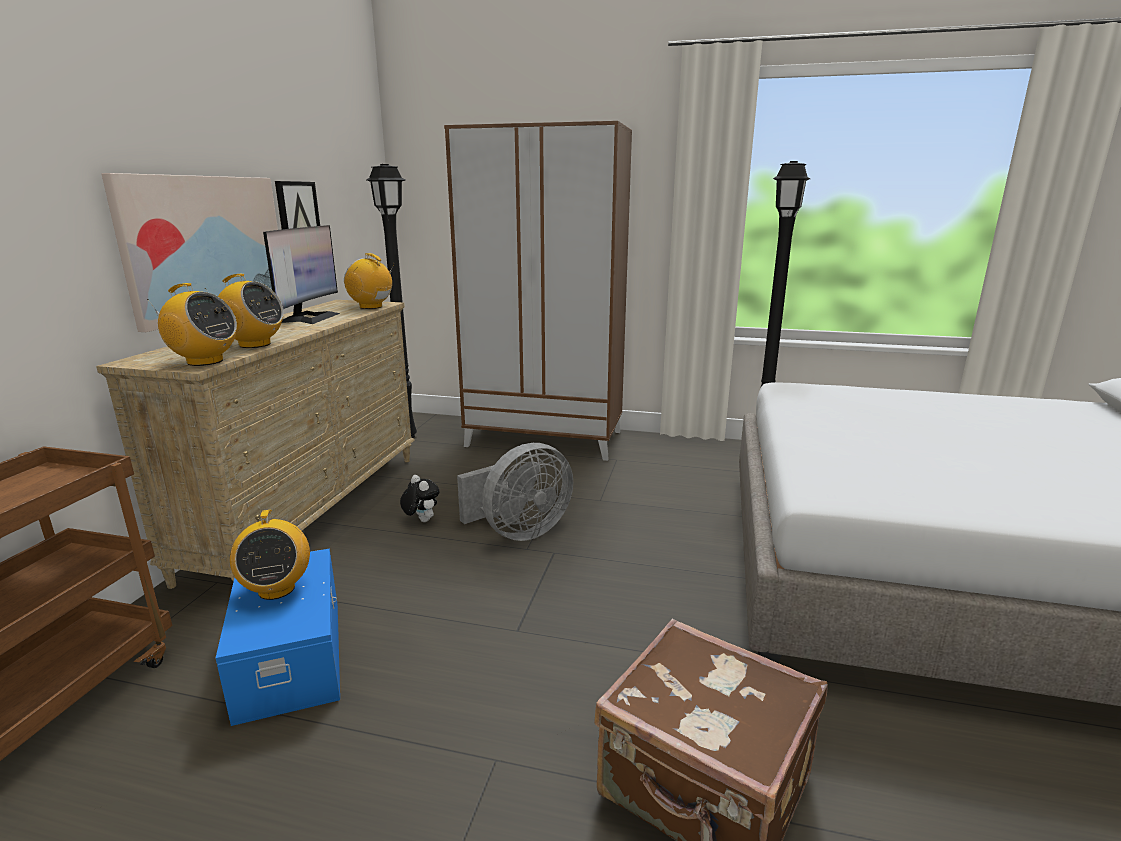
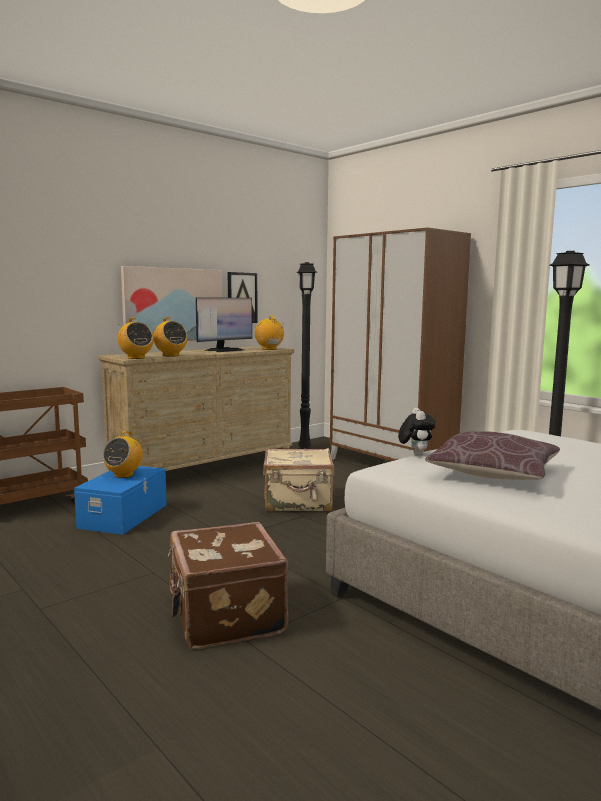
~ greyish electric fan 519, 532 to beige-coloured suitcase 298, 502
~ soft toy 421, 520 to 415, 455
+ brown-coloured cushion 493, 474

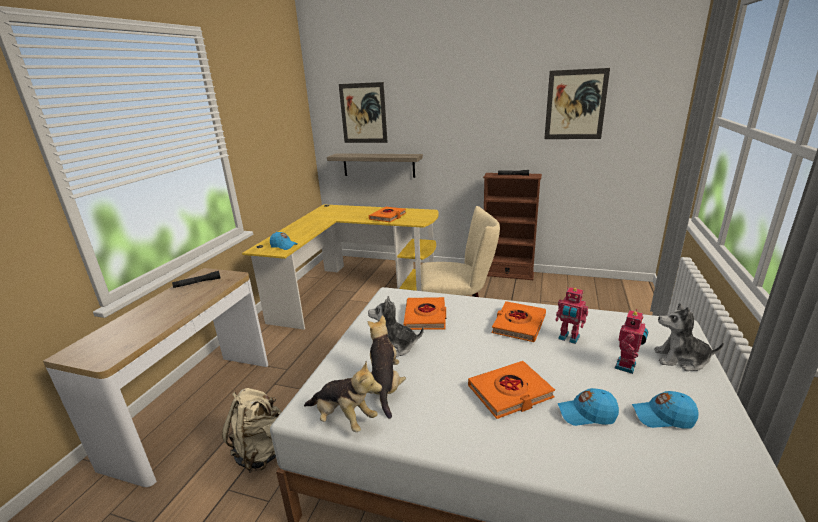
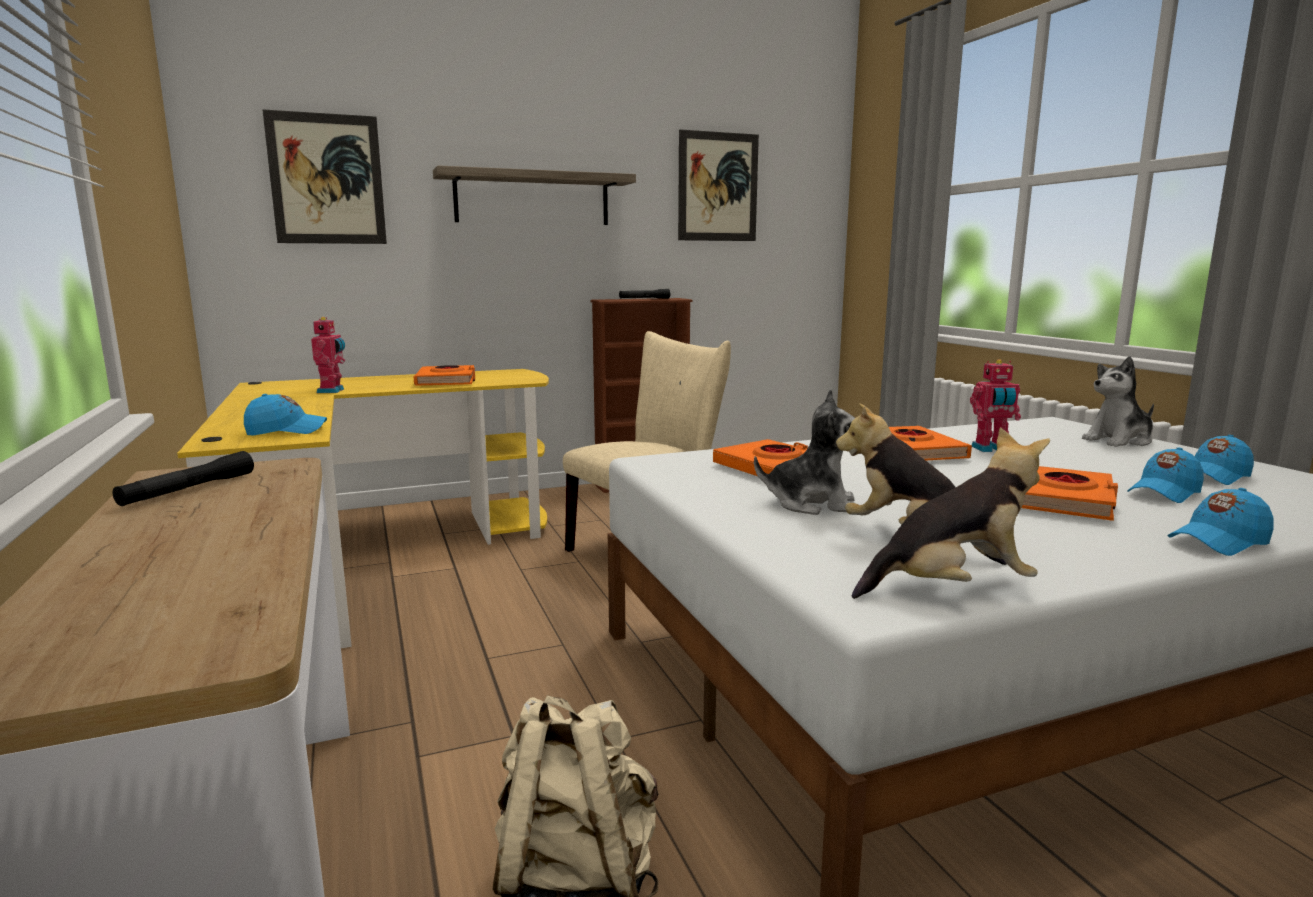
~ toy robot 627, 366 to 332, 391
~ bracket shelf 378, 165 to 532, 199
~ soft toy 395, 347 = 813, 504 135 degrees counterclockwise
+ blue peaked cap 1219, 542

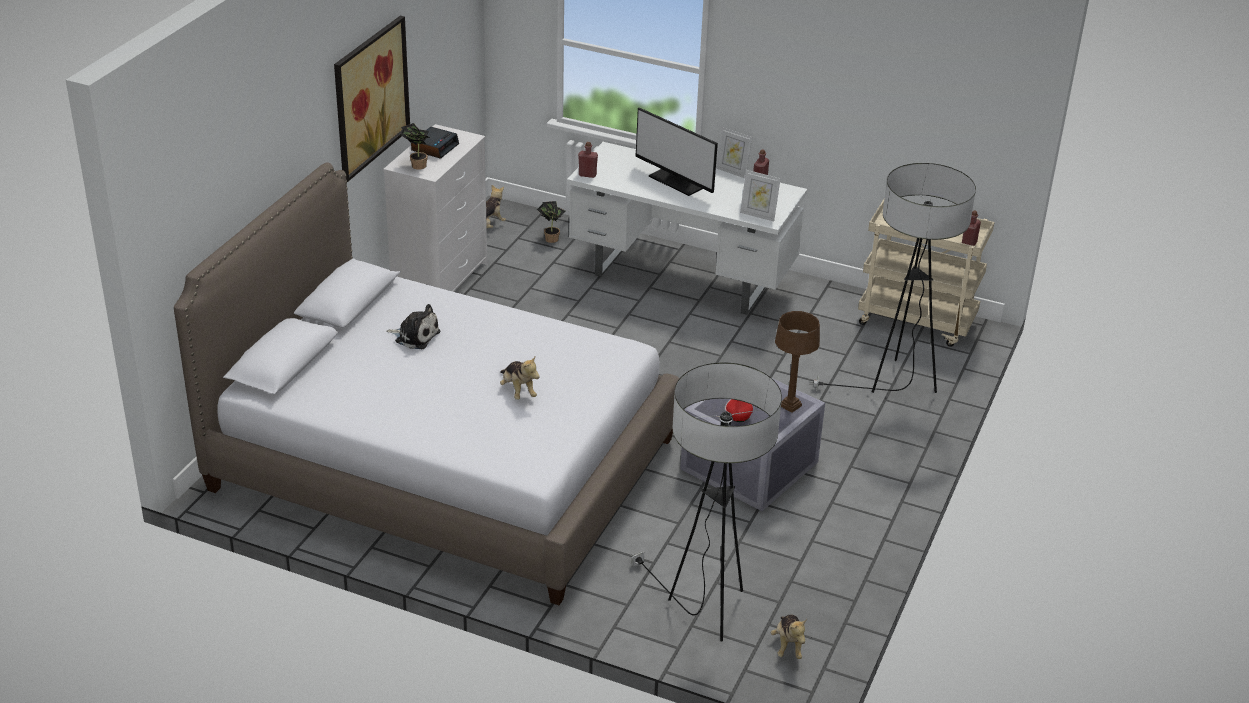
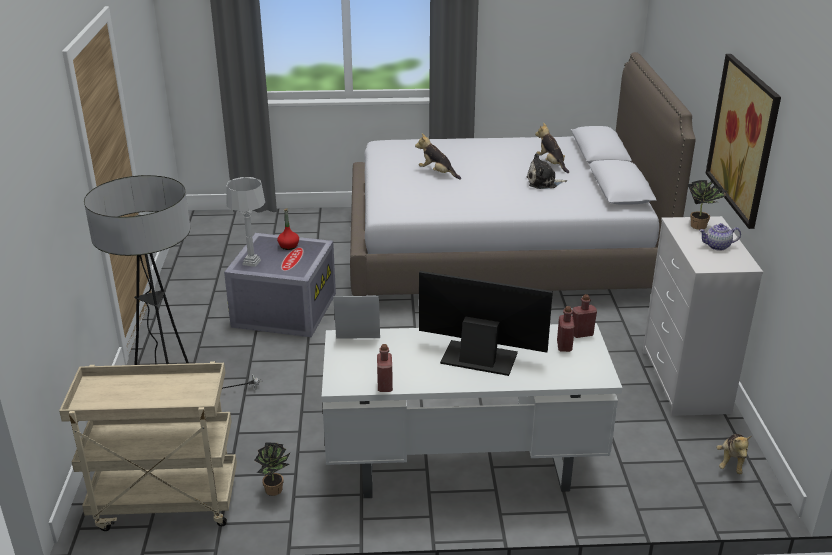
~ brown-coloured tabletop lamp 790, 406 to greyish tabletop lamp 251, 262
~ plant in a pot 550, 238 to 276, 490
~ soft toy 788, 645 to 551, 164
~ red drink bottle 969, 244 to 564, 346
~ bedside clock 435, 147 to teapot 717, 246
- floor lamp 706, 612
- standing frame 732, 171

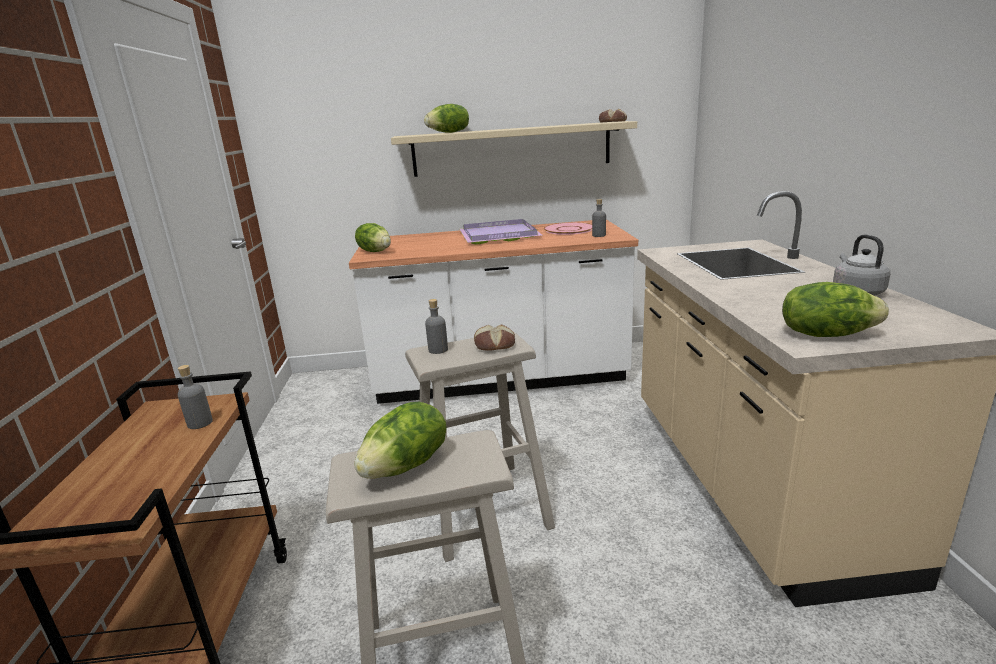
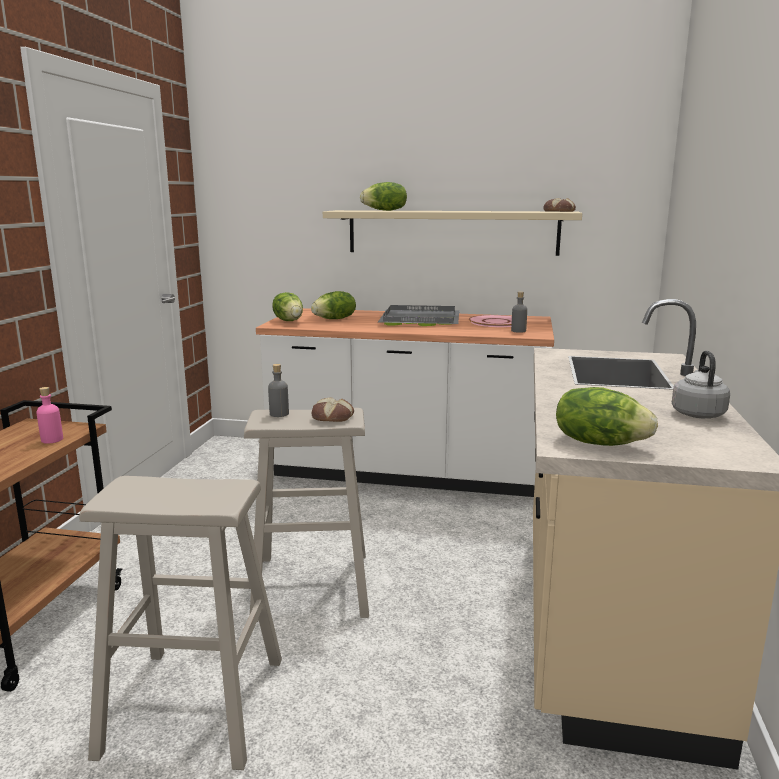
~ greyish drink bottle 200, 423 to pink-coloured drink bottle 52, 440
~ lettuce 407, 466 to 335, 319
~ purple-coloured carrying tray 500, 235 to greyish carrying tray 421, 319

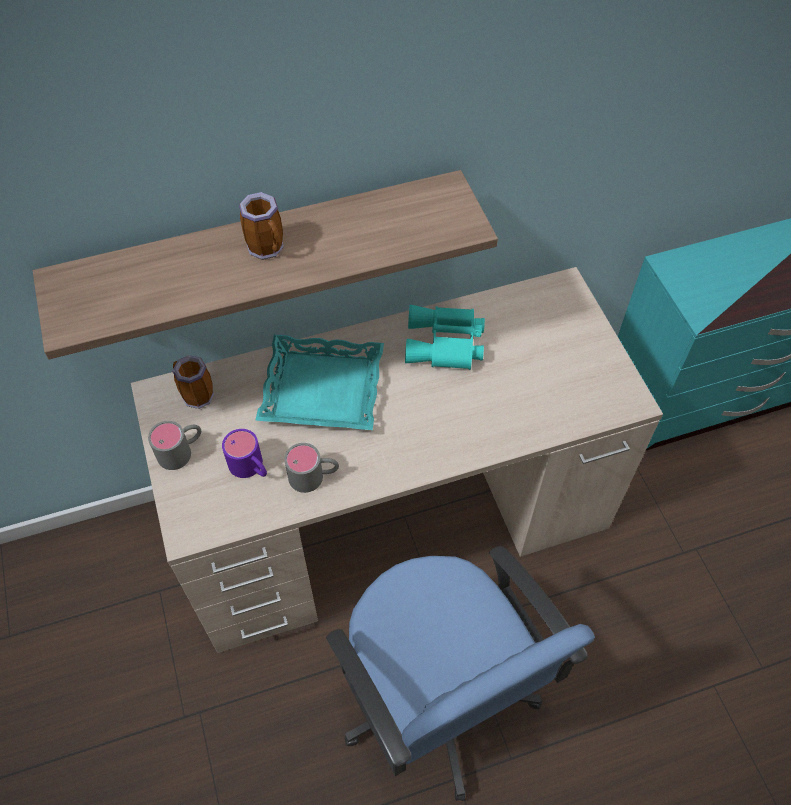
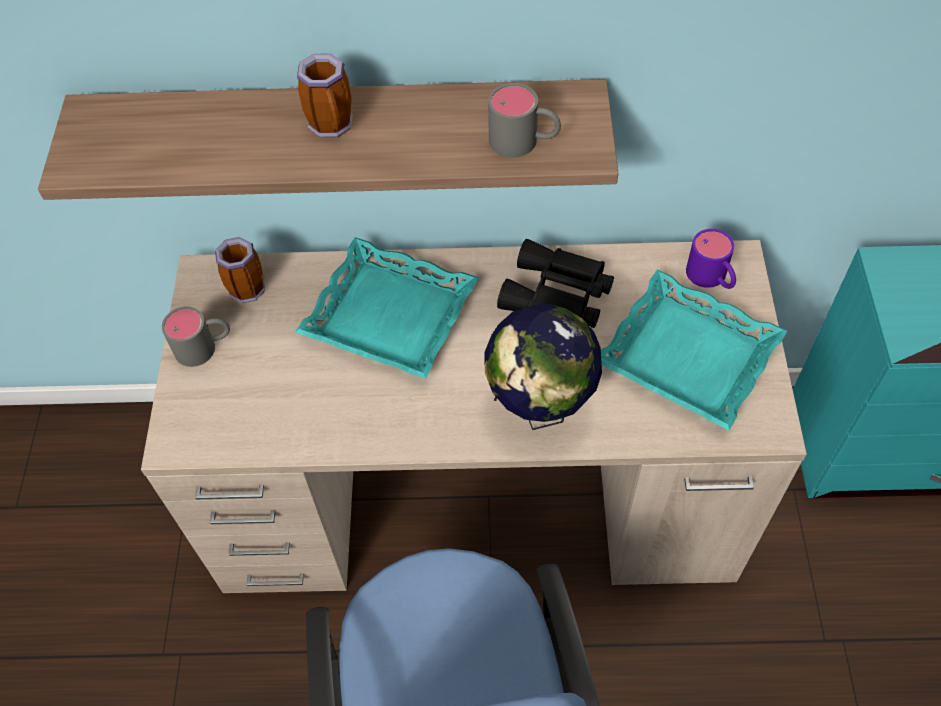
+ world globe 540, 408
~ greyish coffee mug 314, 476 to 524, 141
~ blue-green binoculars 445, 344 to black-coloured binoculars 557, 298
+ blue-green carrying tray 689, 355
~ purple-coloured coffee mug 251, 468 to 711, 278

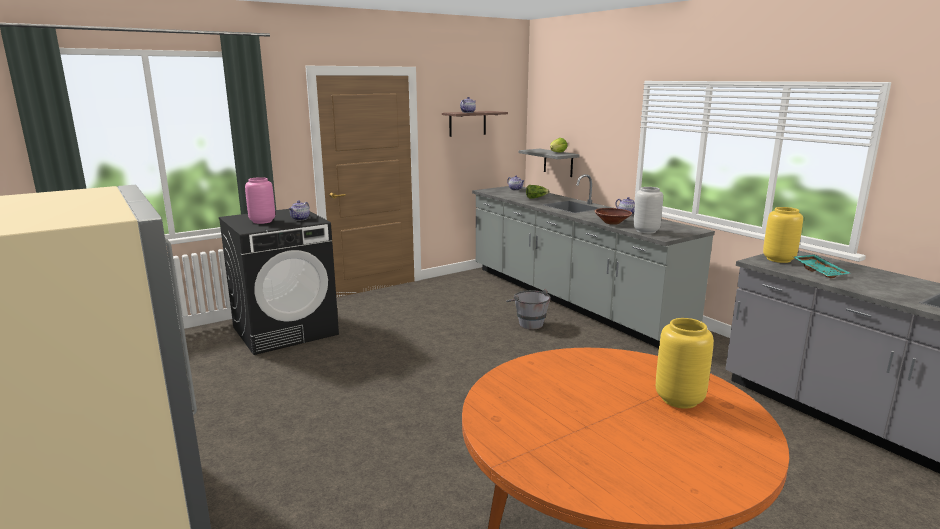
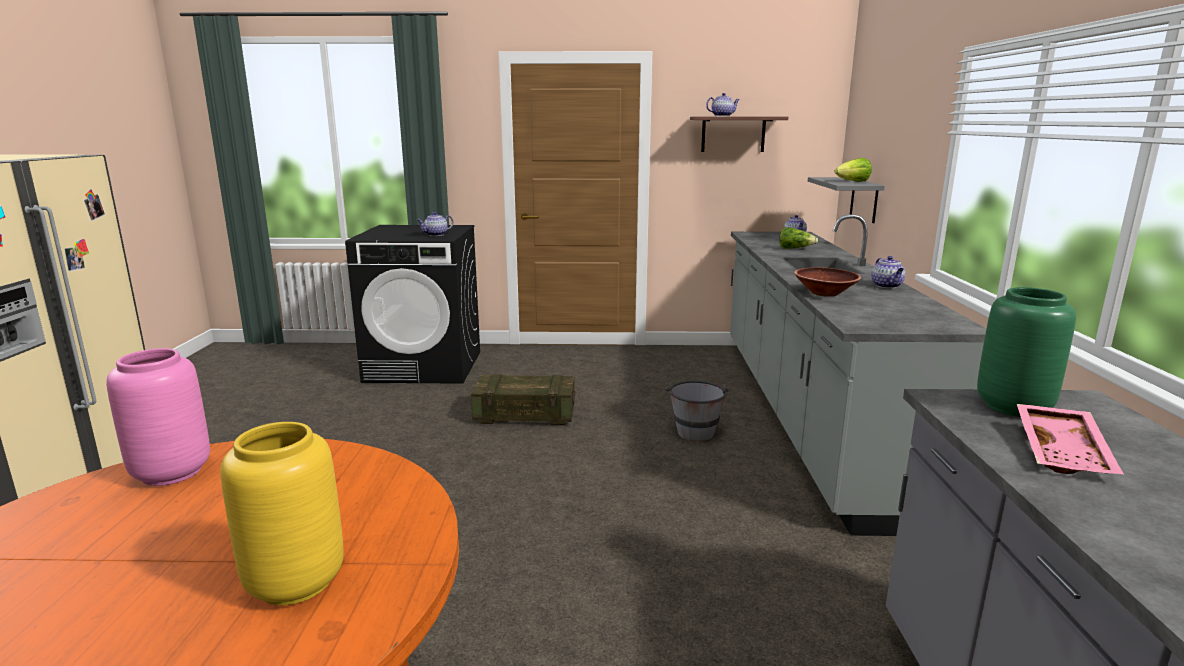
~ pink-coloured flower vase 262, 221 to 172, 472
+ packing crate 525, 415
~ yellow-coloured flower vase 779, 259 to green flower vase 1014, 408
~ blue-green carrying tray 820, 271 to pink-coloured carrying tray 1064, 453
- greyish flower vase 646, 231

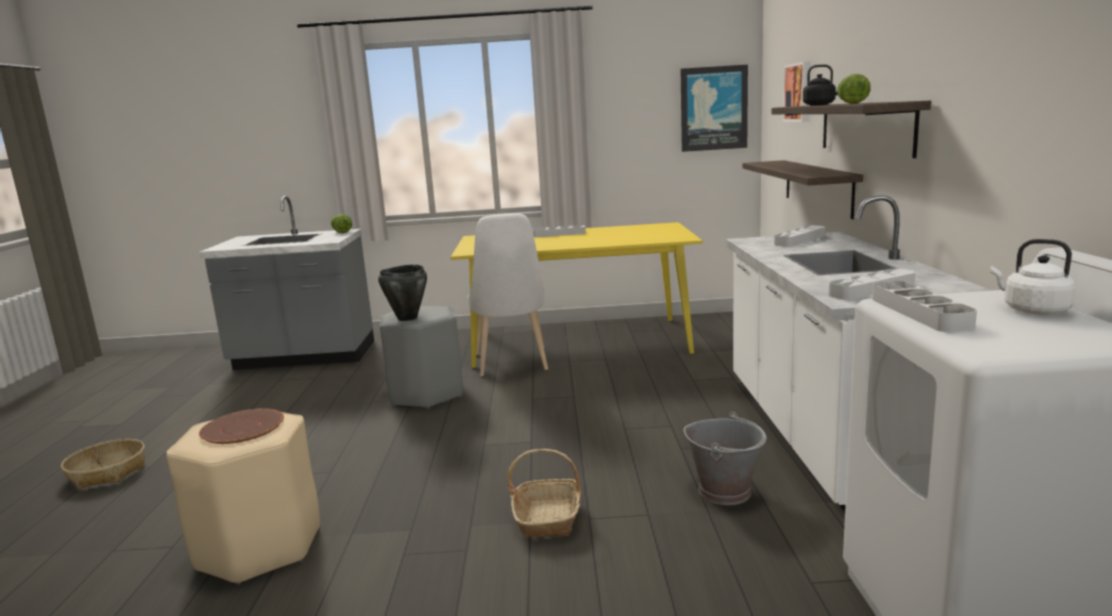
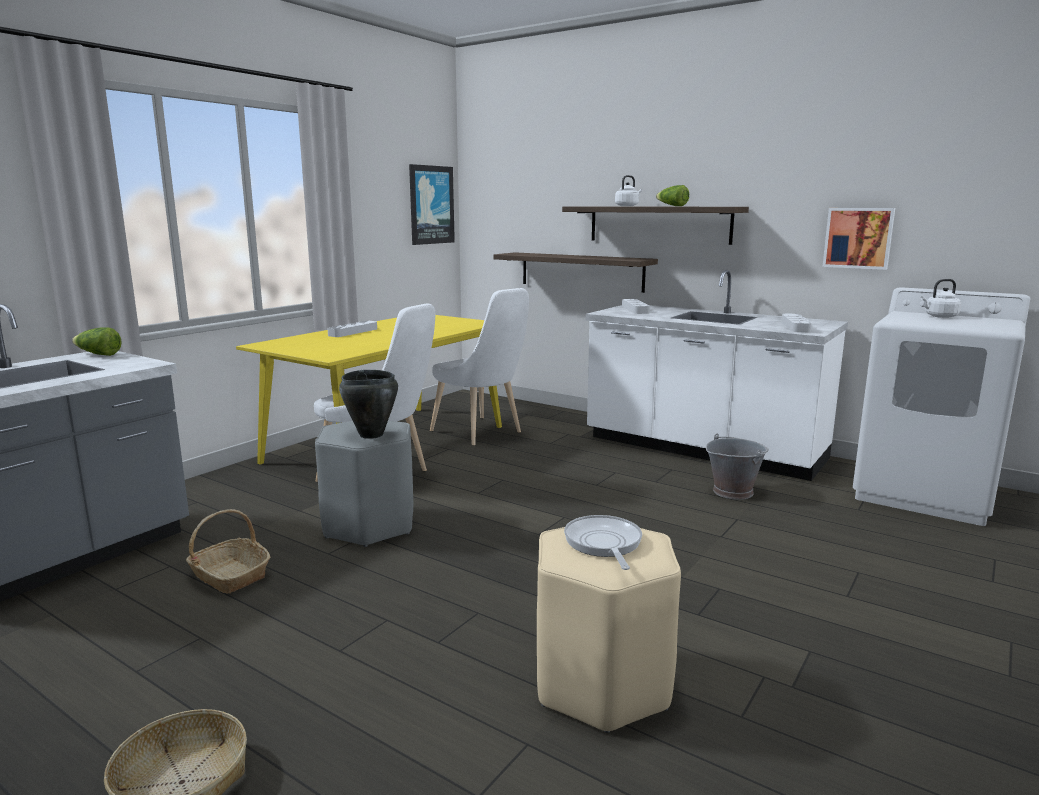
~ household basket 548, 517 to 229, 575
+ white chair 480, 433
~ brown-coloured flat dish 242, 428 to frying pan 603, 544
~ black-coloured water kettle 820, 105 to white water kettle 627, 206
~ wall art 799, 92 to 858, 238
- greyish carrying tray 919, 312

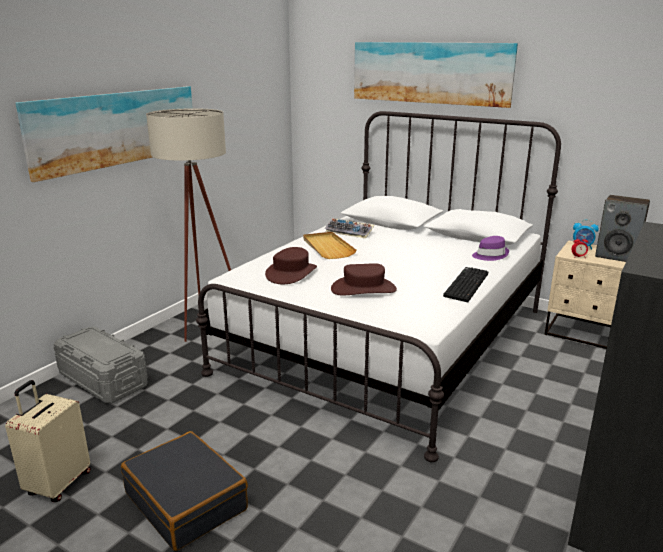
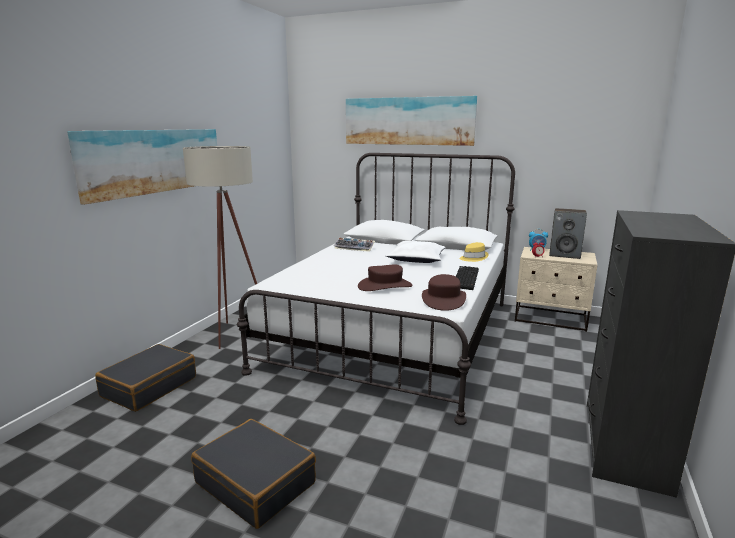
~ greyish storage box 103, 380 to black-coloured suitcase 149, 386
+ white cushion 417, 259
~ brown-coloured hat 291, 273 to 443, 299
~ purple-coloured hat 490, 255 to yellow-coloured hat 473, 258
- beige-coloured suitcase 58, 484
- beige-coloured carrying tray 327, 247

